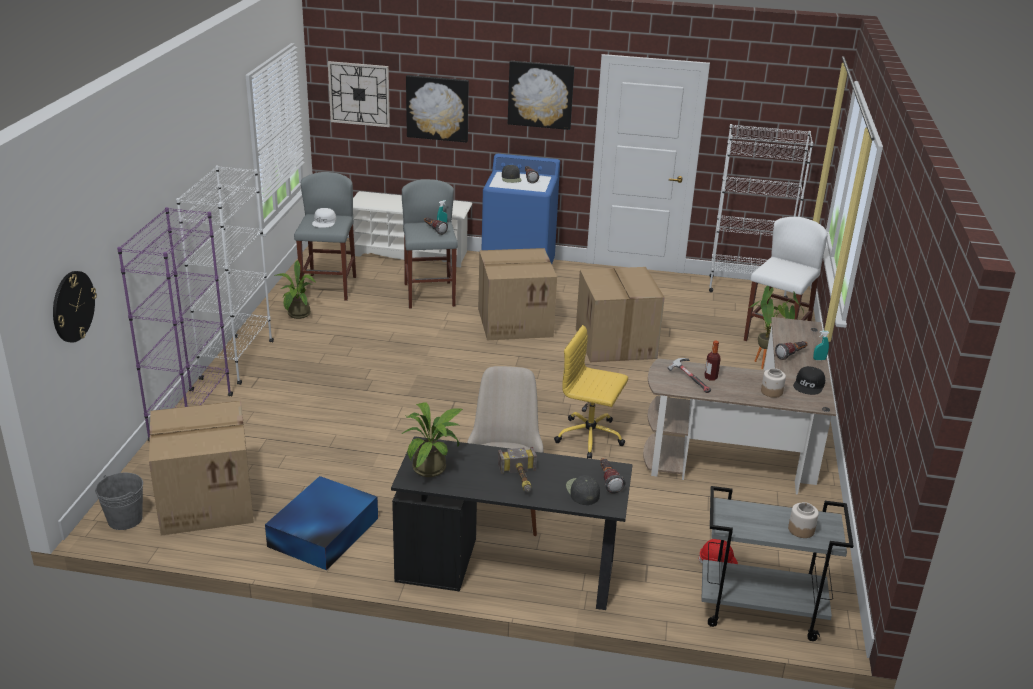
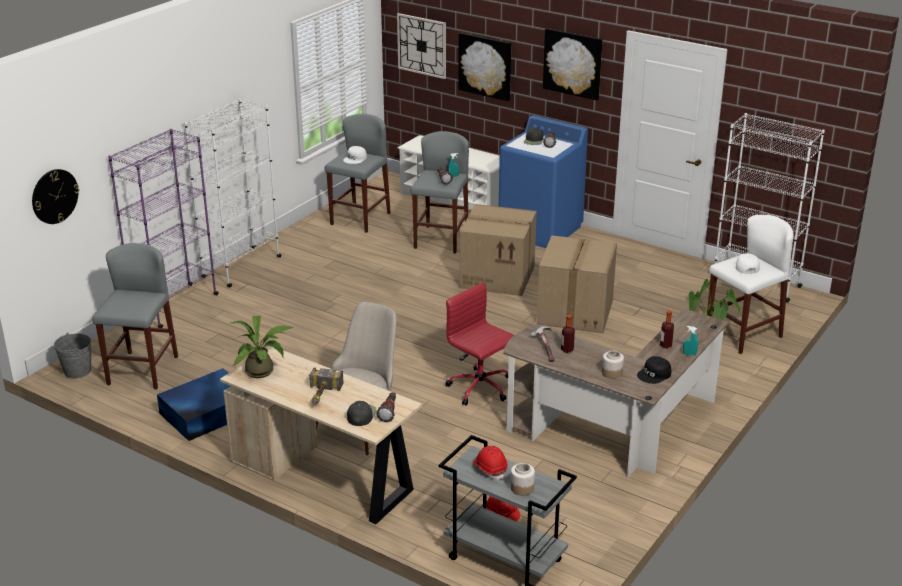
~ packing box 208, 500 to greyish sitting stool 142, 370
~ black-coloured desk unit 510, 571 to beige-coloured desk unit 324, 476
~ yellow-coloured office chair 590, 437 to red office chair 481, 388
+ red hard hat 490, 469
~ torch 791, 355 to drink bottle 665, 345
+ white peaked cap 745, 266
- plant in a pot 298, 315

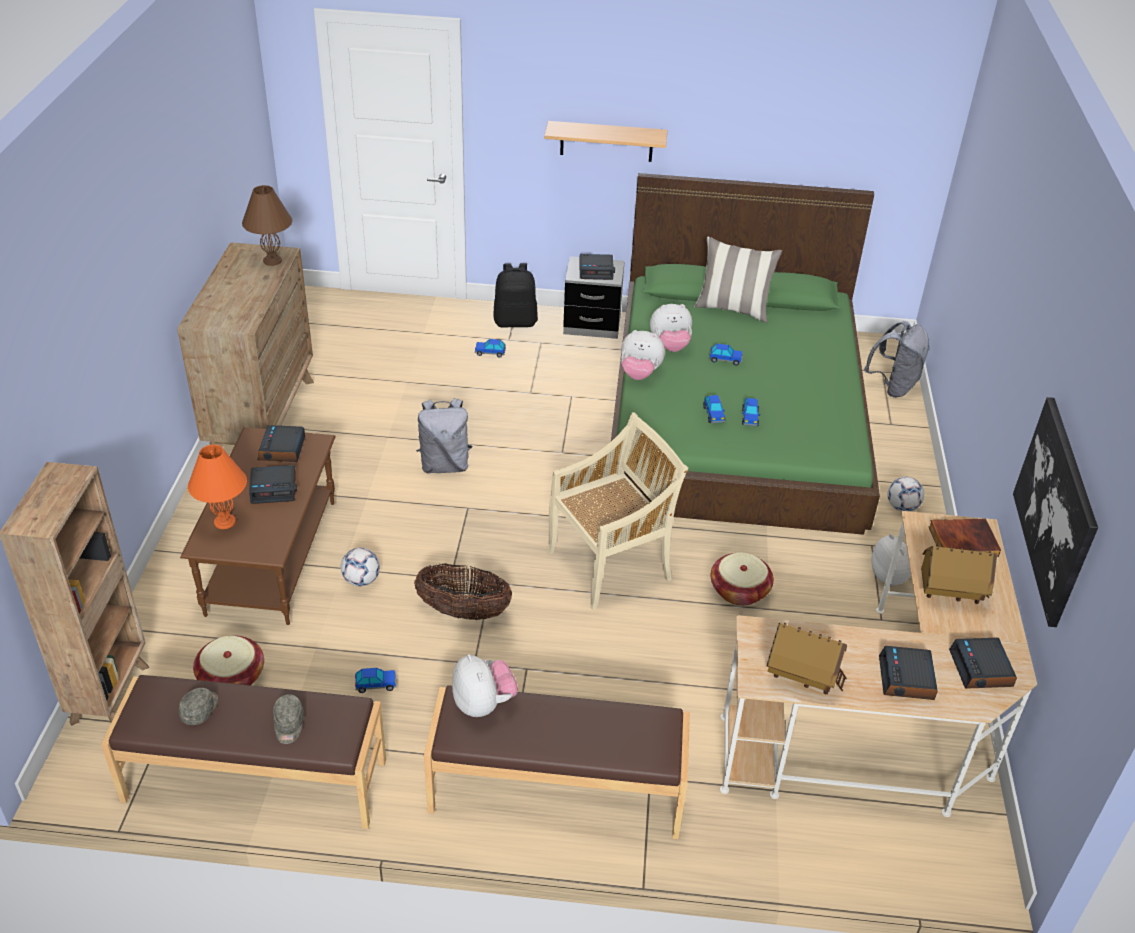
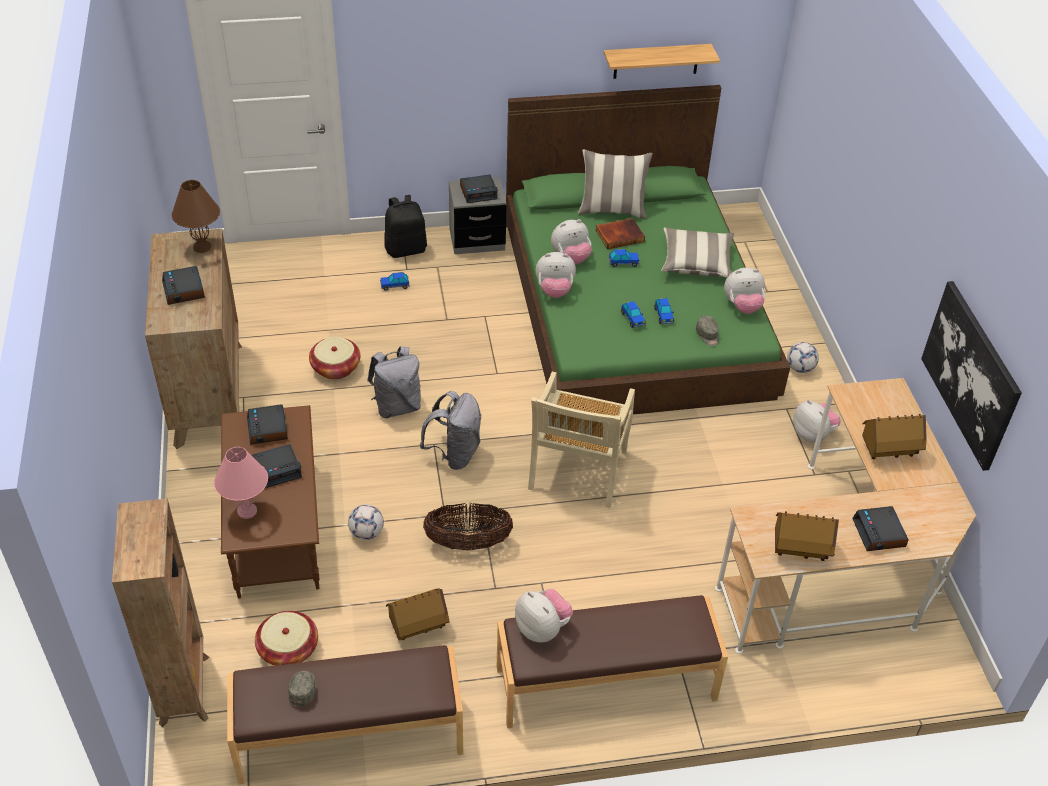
~ bedside clock 981, 669 to 184, 290
~ orangey tabletop lamp 225, 521 to pink-coloured tabletop lamp 247, 510
~ household basket 739, 591 to 335, 368
~ toy car 376, 684 to toy house 418, 626
~ greyish backpack 893, 386 to 454, 454
~ beige-coloured chair 611, 564 = 577, 471 150 degrees clockwise
~ book 963, 540 to 619, 235
~ bracket shelf 606, 141 to 656, 61
+ cushion 696, 262
~ greyish peaked cap 288, 725 to 707, 335
+ soft toy 742, 306

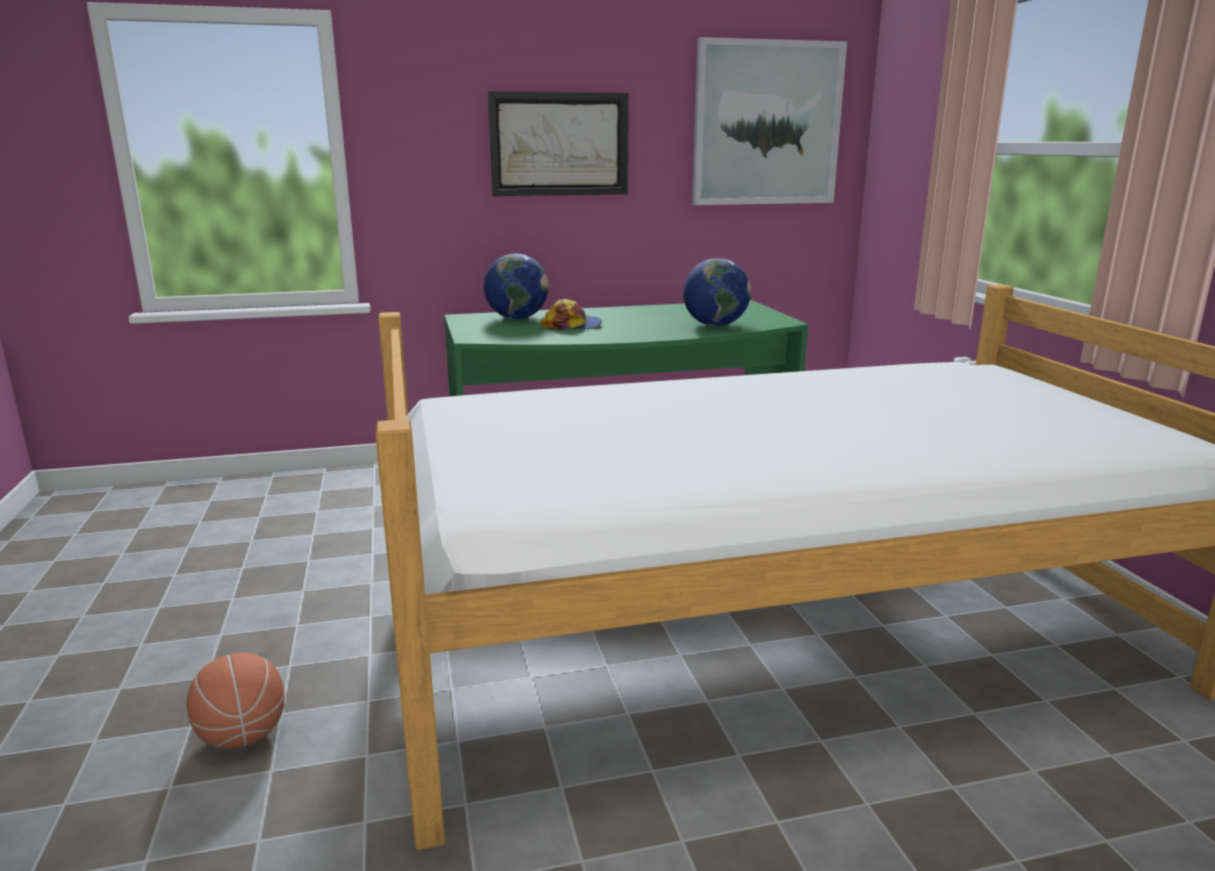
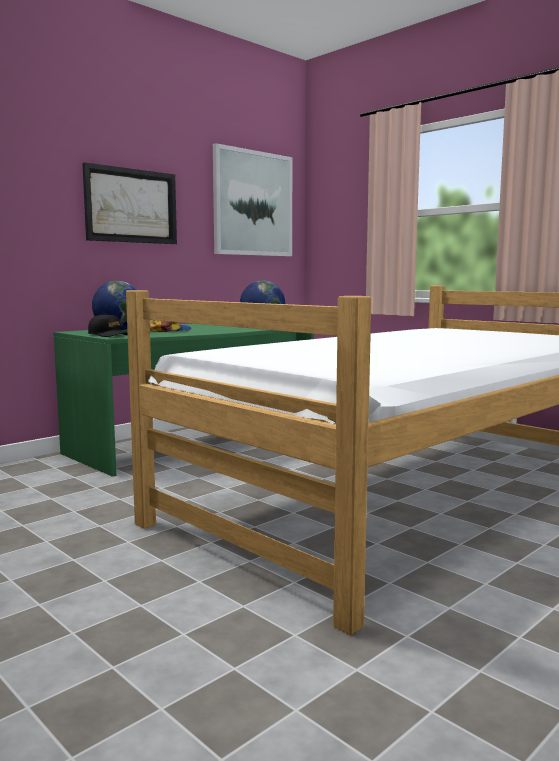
+ black-coloured peaked cap 108, 335
- ball for basketball 242, 736

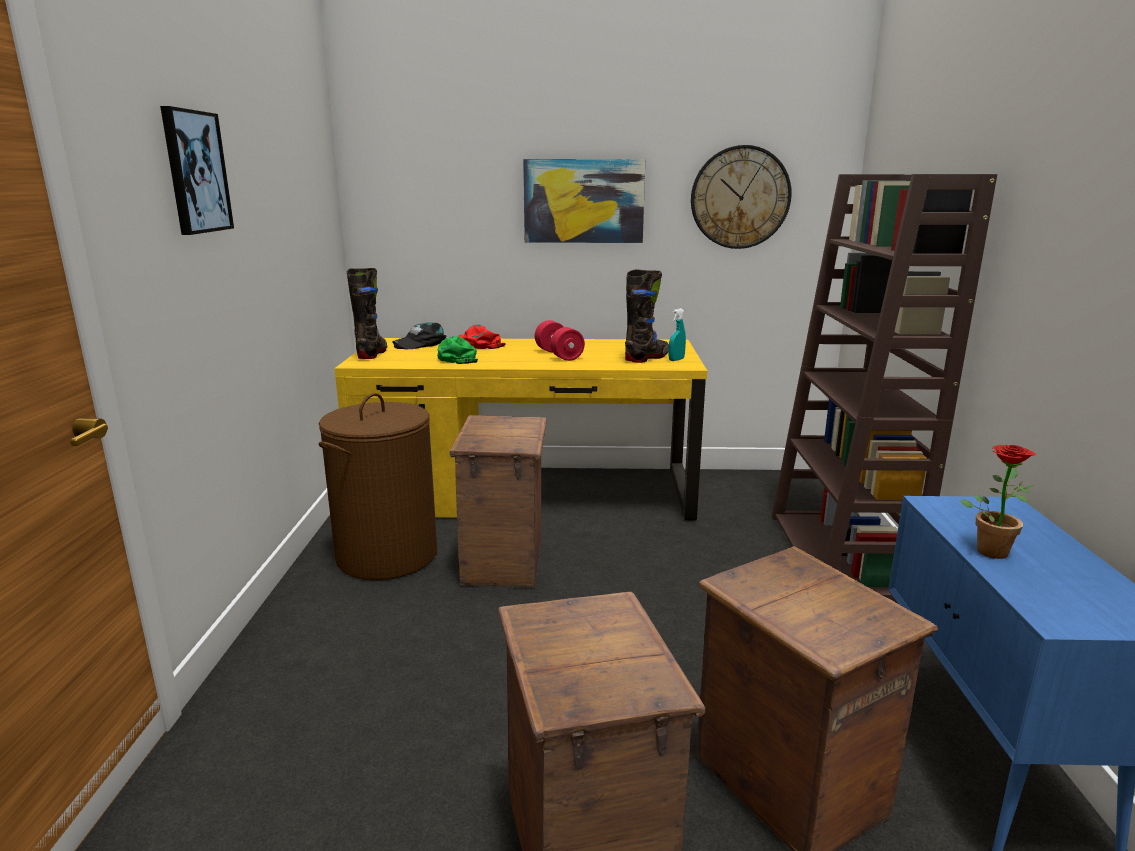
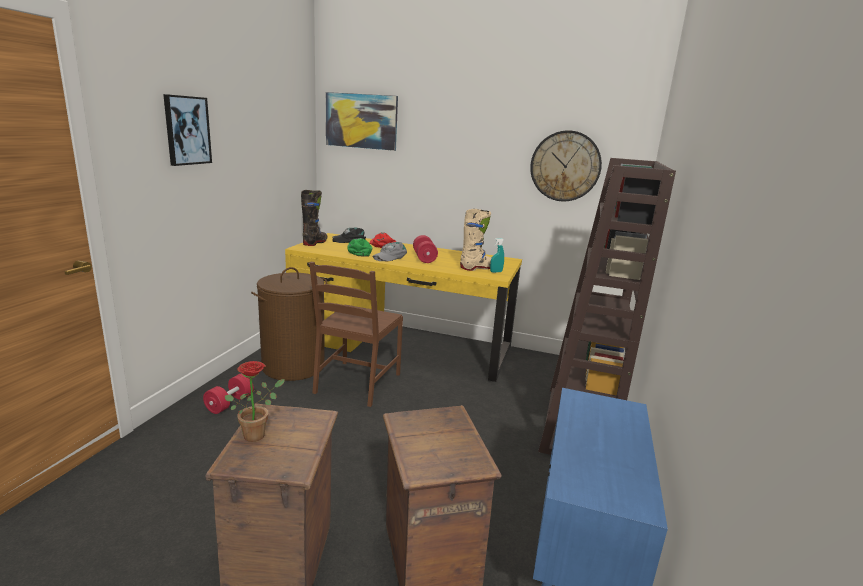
+ red dumbbell 230, 403
~ plant in a pot 990, 549 to 258, 433
~ packing crate 504, 561 to brown-coloured chair 357, 383
~ wall art 583, 201 to 361, 121
+ greyish peaked cap 389, 256
~ black-coloured high-top boot 647, 358 to beige-coloured high-top boot 478, 268

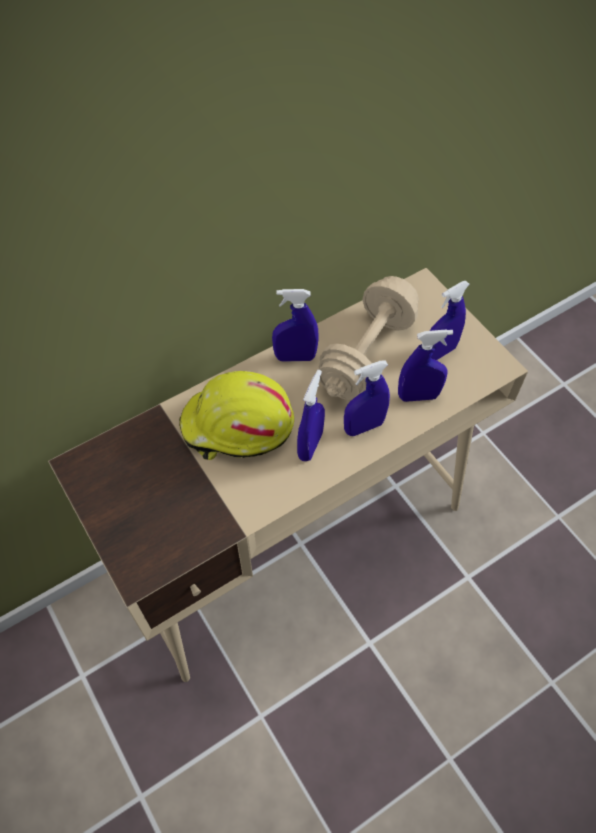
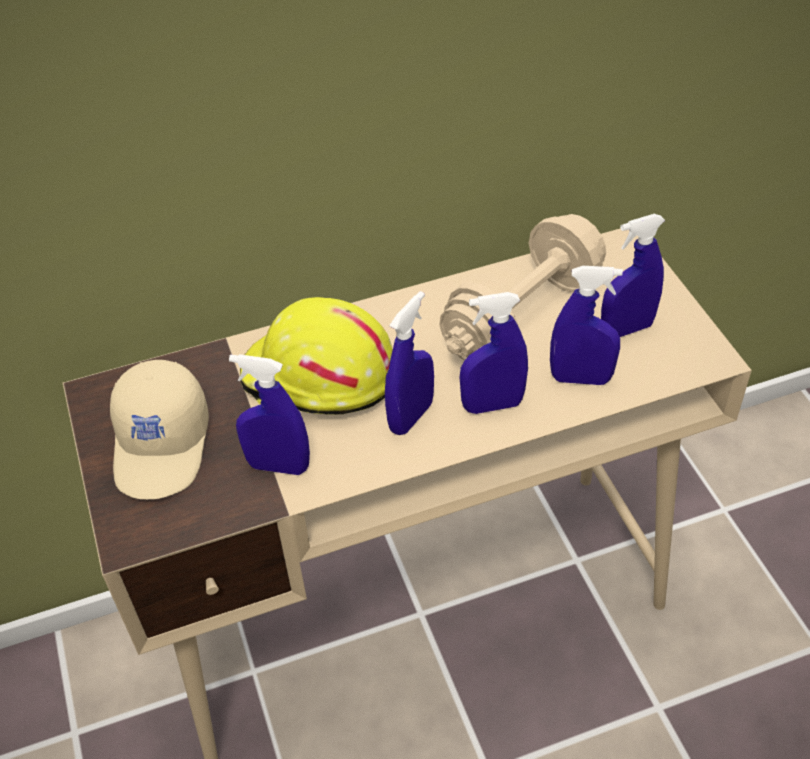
+ beige-coloured peaked cap 163, 445
~ blue sprayer 295, 357 to 278, 466

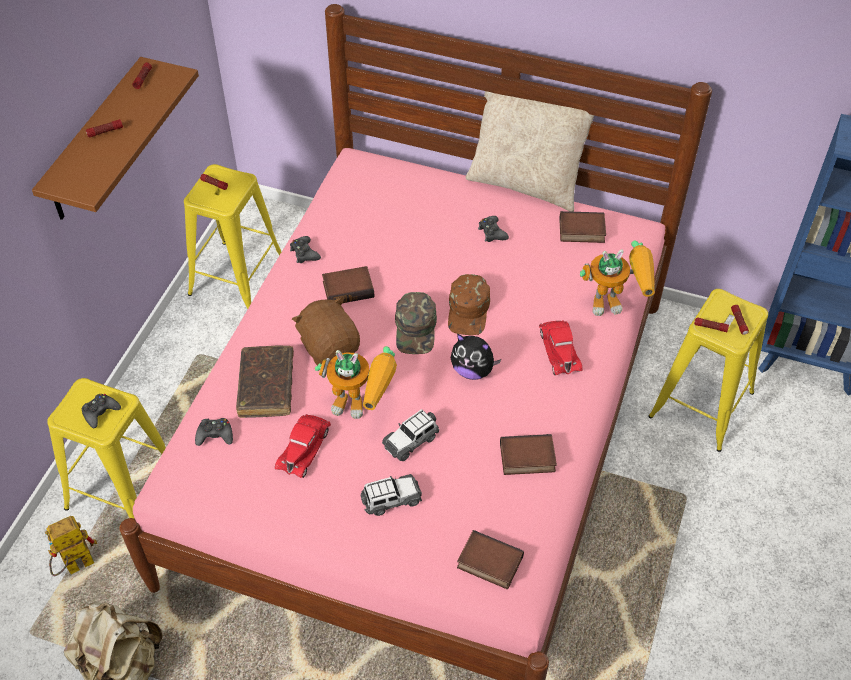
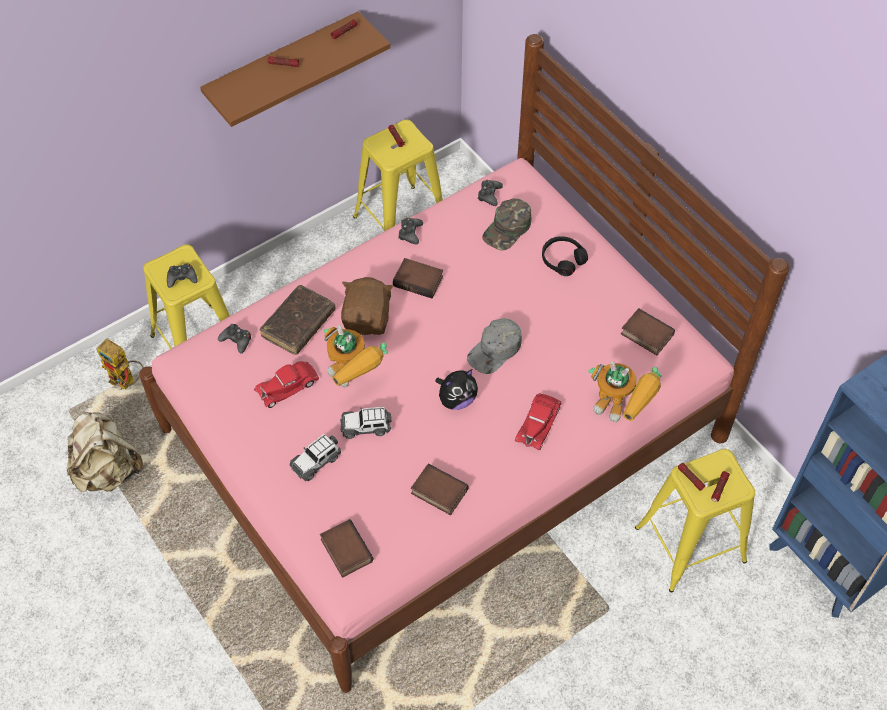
~ toy robot 74, 568 = 127, 382 150 degrees counterclockwise
~ toy car 391, 499 = 316, 461 120 degrees clockwise
~ soft toy 472, 370 = 456, 400 90 degrees counterclockwise
~ brown-coloured peaked cap 469, 310 to greyish peaked cap 495, 350
~ black-coloured joypad 492, 232 to 489, 195
~ green peaked cap 416, 329 to 507, 229
+ black-coloured headset 562, 259
- beige-coloured cushion 526, 183

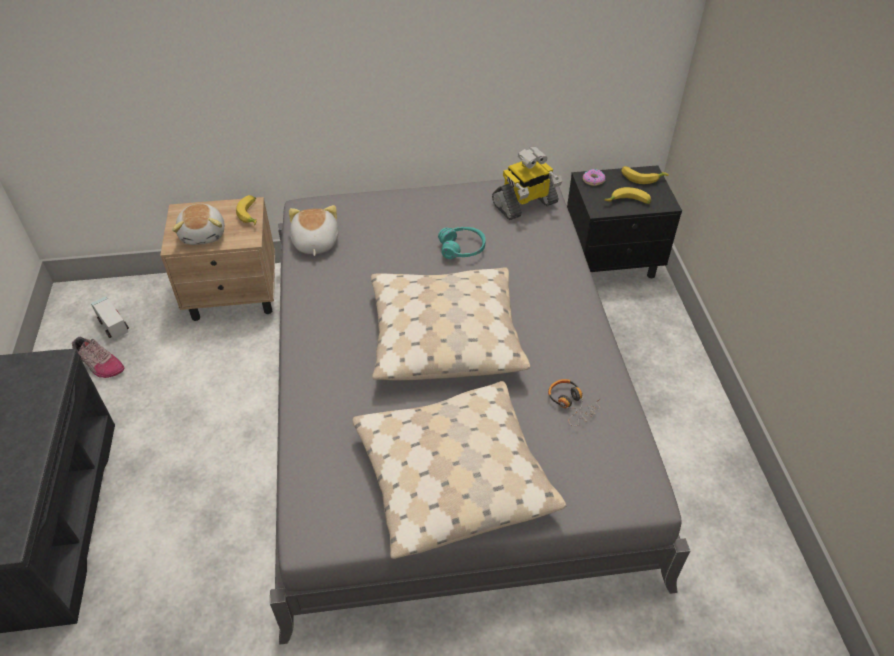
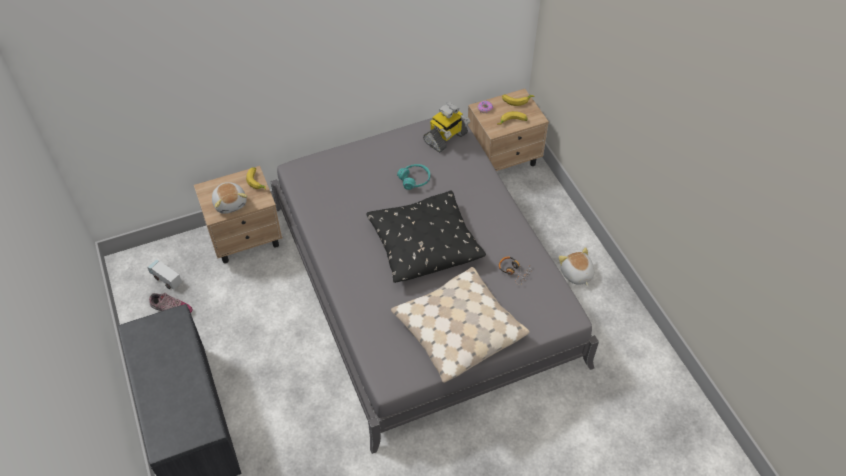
~ beige-coloured cushion 444, 336 to black-coloured cushion 424, 243
~ black-coloured night table 612, 261 to beige-coloured night table 504, 158
~ soft toy 314, 243 to 576, 274

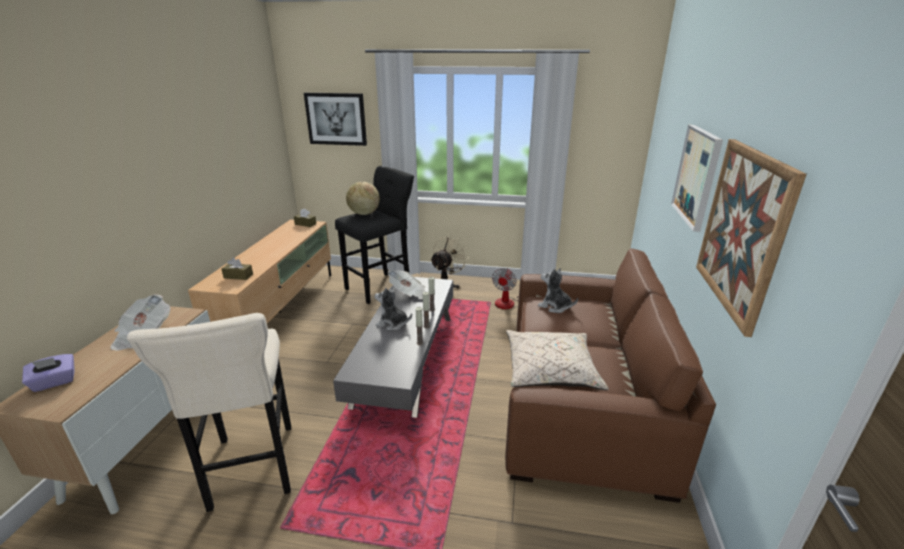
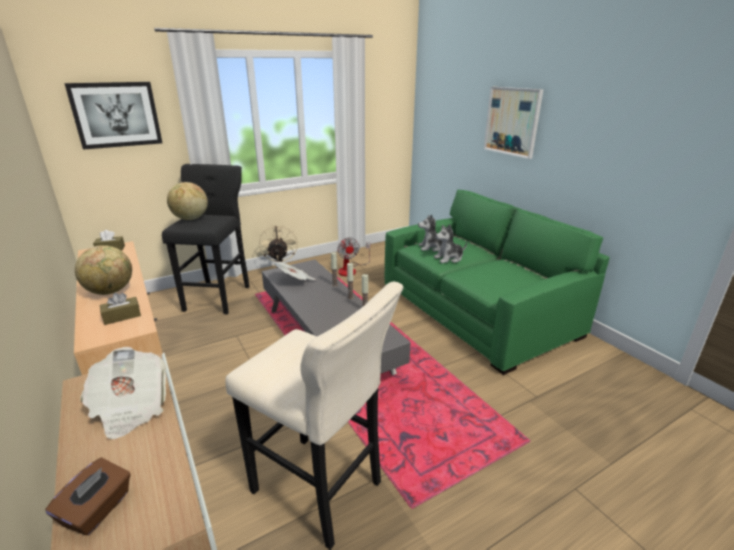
~ purple-coloured box of tissues 54, 382 to brown-coloured box of tissues 98, 509
+ world globe 111, 291
~ brown-coloured sofa 583, 400 to green sofa 478, 310
~ soft toy 392, 324 to 449, 258
- beige-coloured cushion 550, 370
- wall art 742, 230

